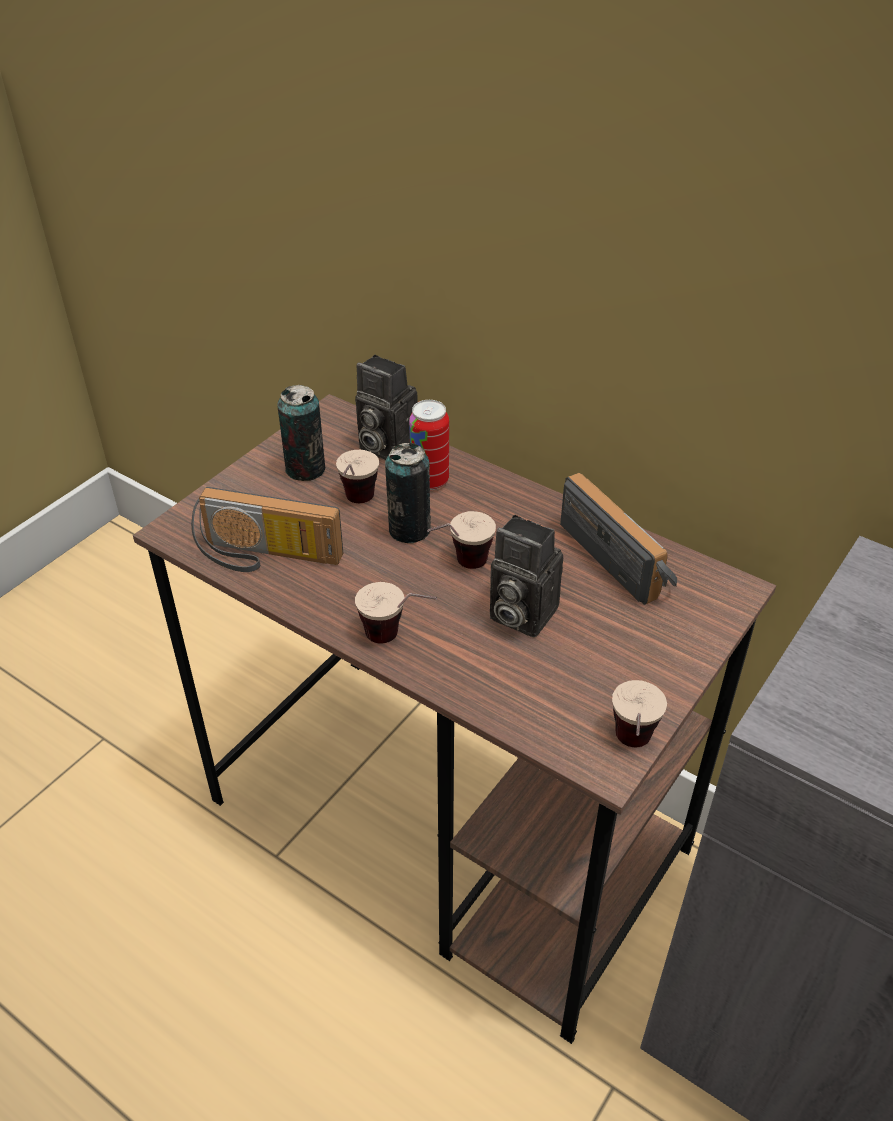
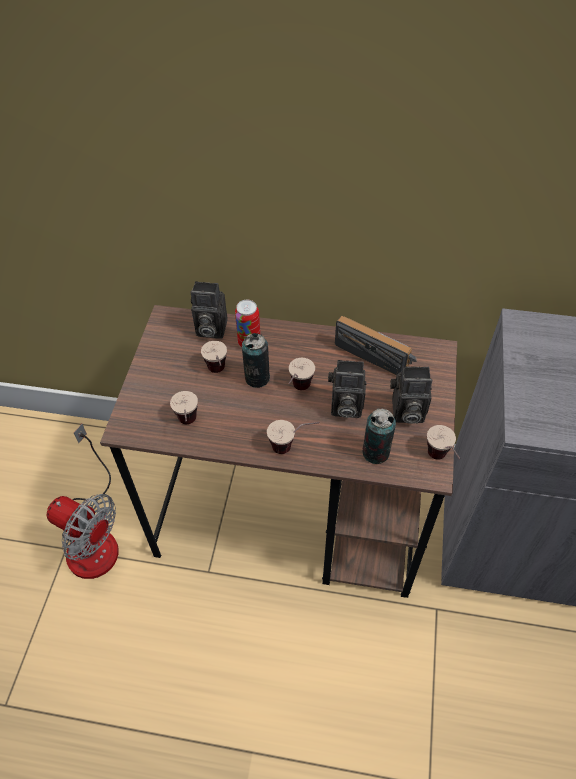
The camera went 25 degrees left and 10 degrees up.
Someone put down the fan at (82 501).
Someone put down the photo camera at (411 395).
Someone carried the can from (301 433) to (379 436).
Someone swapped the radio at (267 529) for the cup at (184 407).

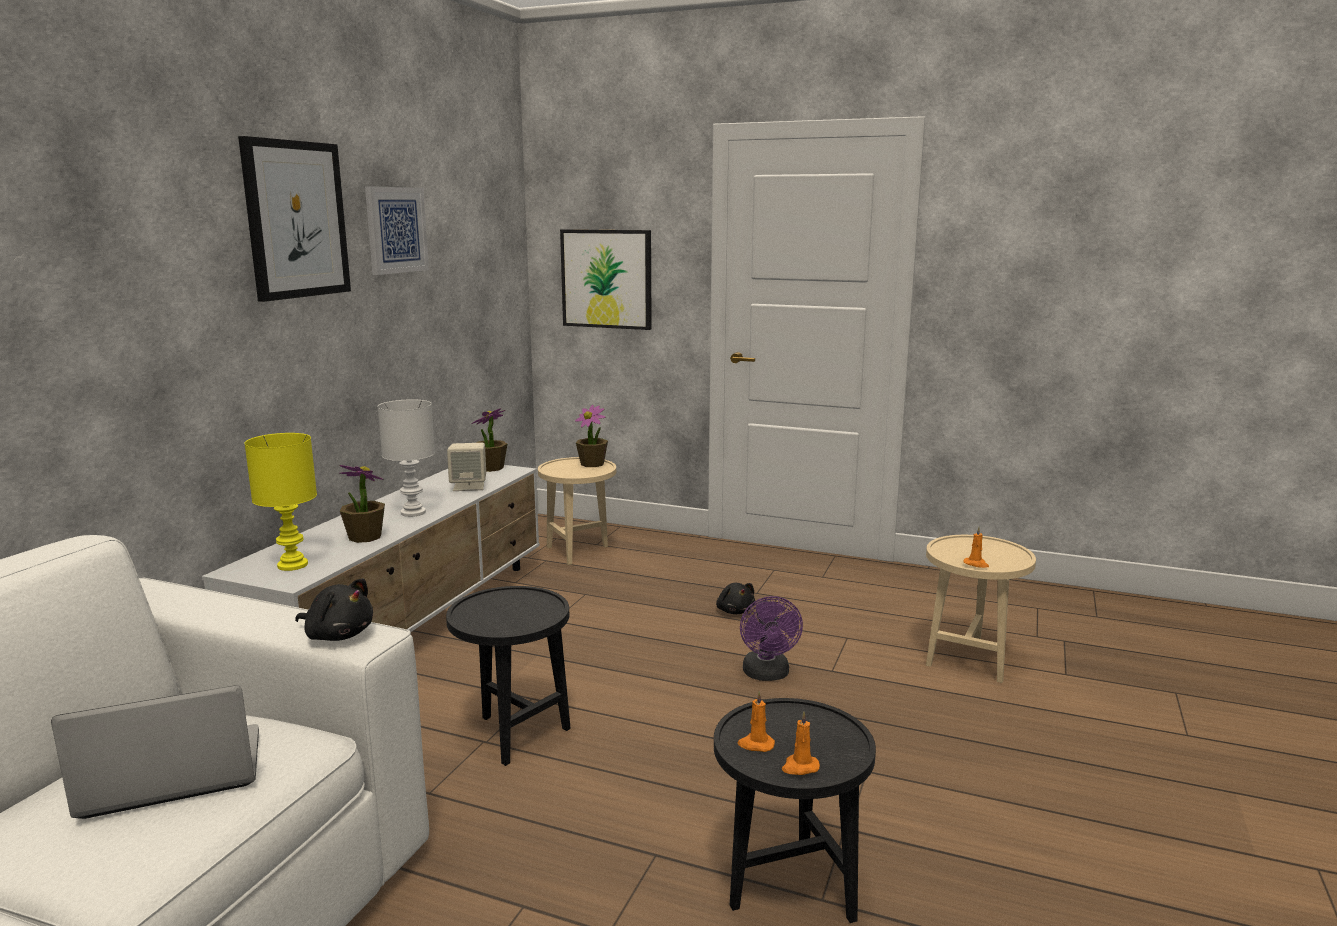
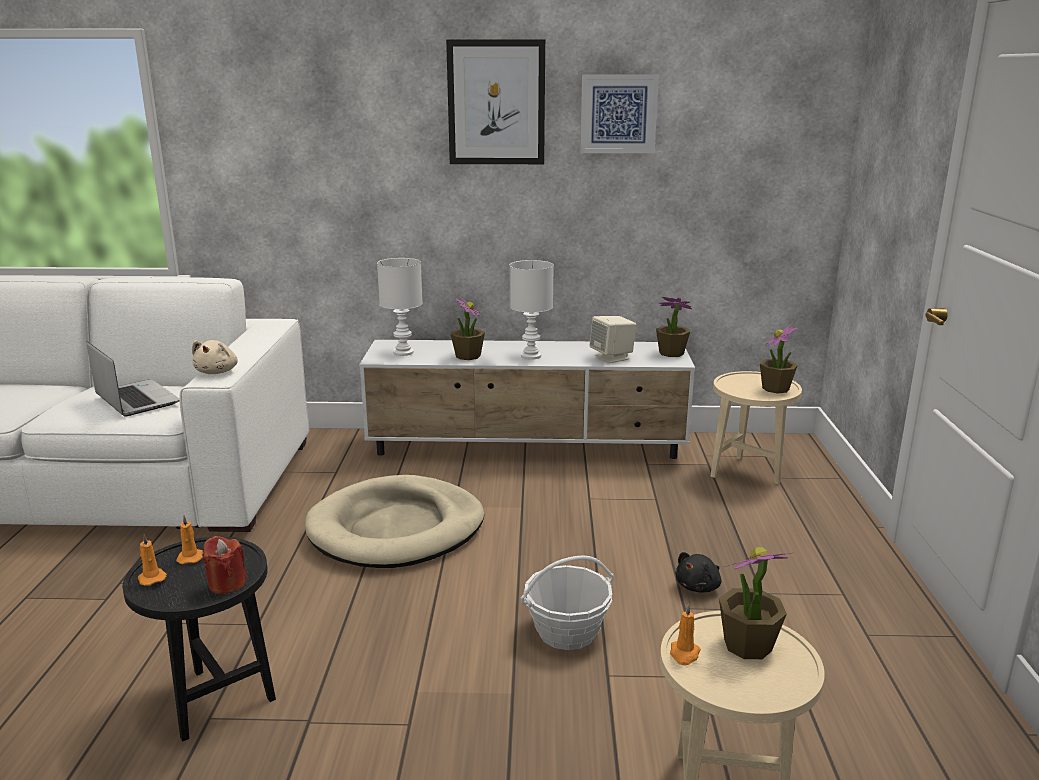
The camera went 70 degrees right and 5 degrees up.
Someone took away the picture at (606 279).
Someone put down the red candle at (225 565).
Someone put down the potted plant at (755 603).
Someone swapped the black side table at (508 676) for the beige dog bed at (394 521).
Someone swapped the purple fan at (771 638) for the basket at (567 602).
Someone repainted the yellow table lamp at (280 502), which became the white table lamp at (400 307).
Someone repainted the black plush toy at (334 609), which became the beige plush toy at (215 357).

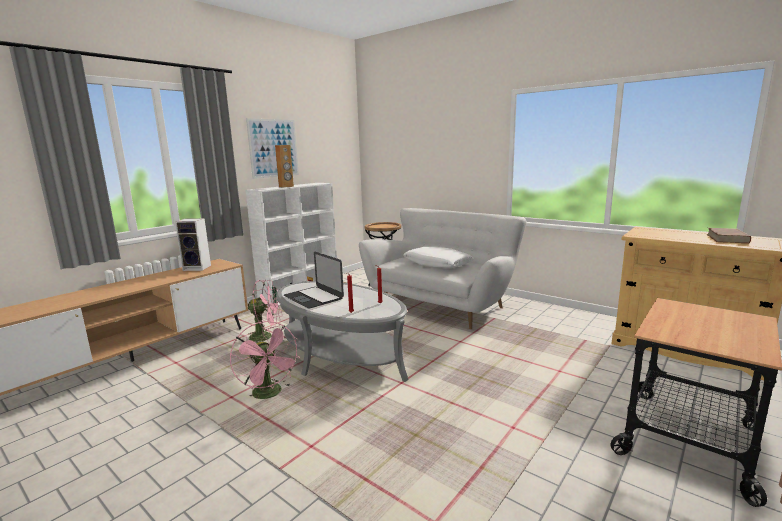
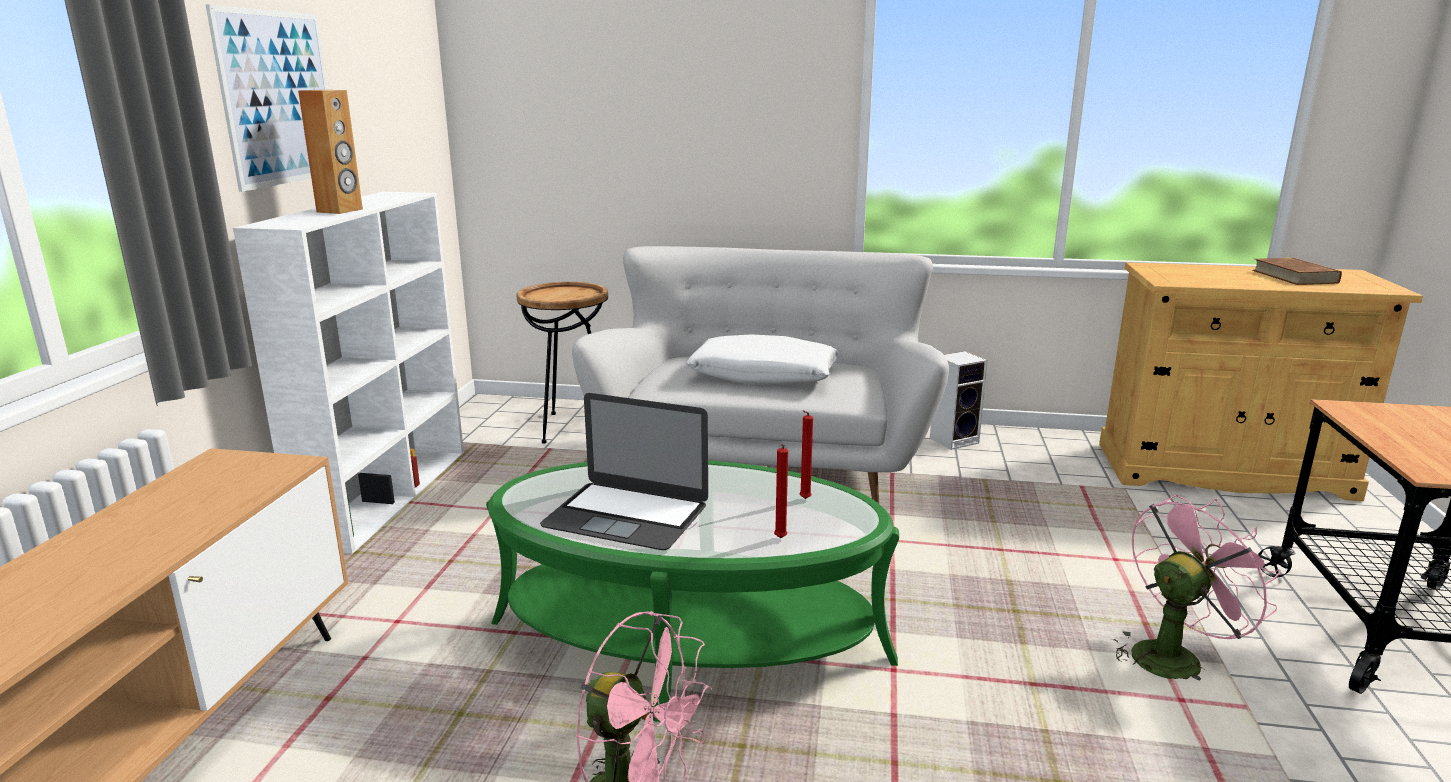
The camera went 30 degrees left and 5 degrees up.
Someone carried the speaker from (193 244) to (959 400).
Someone carried the pink fan from (265 311) to (1197 588).
Someone repainted the grey coffee table at (342 331), which became the green coffee table at (692 591).

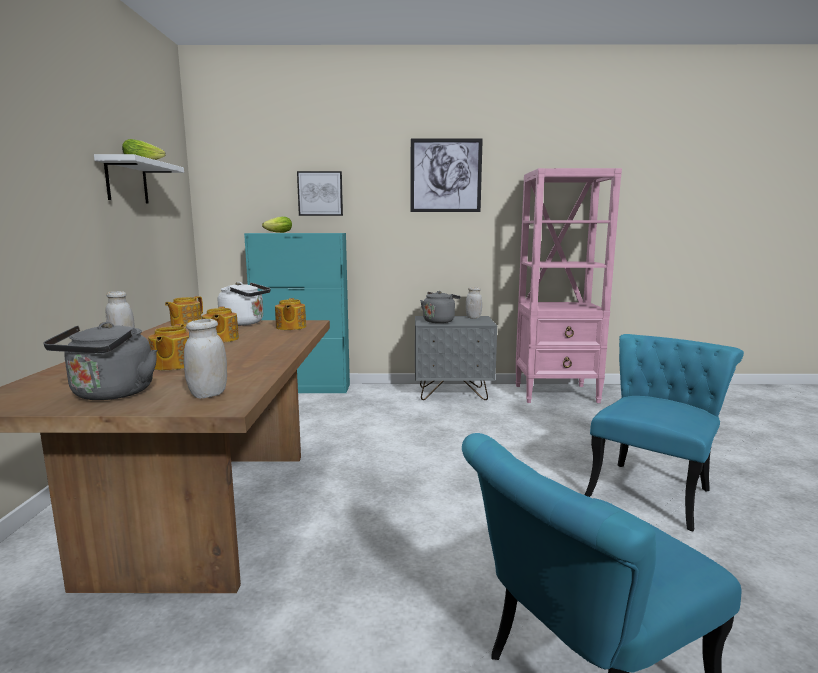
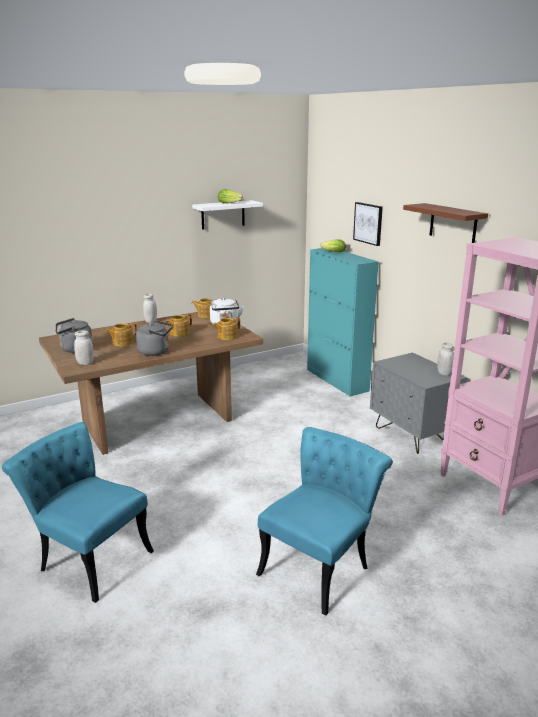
The camera went 60 degrees right and 10 degrees up.
Someone carried the grey kettle from (440 307) to (154 338).
Someone swapped the picture at (447 175) for the brown shelf at (445 223).
Someone rotated the turquoise chair at (664 432) by 60 degrees counterclockwise.

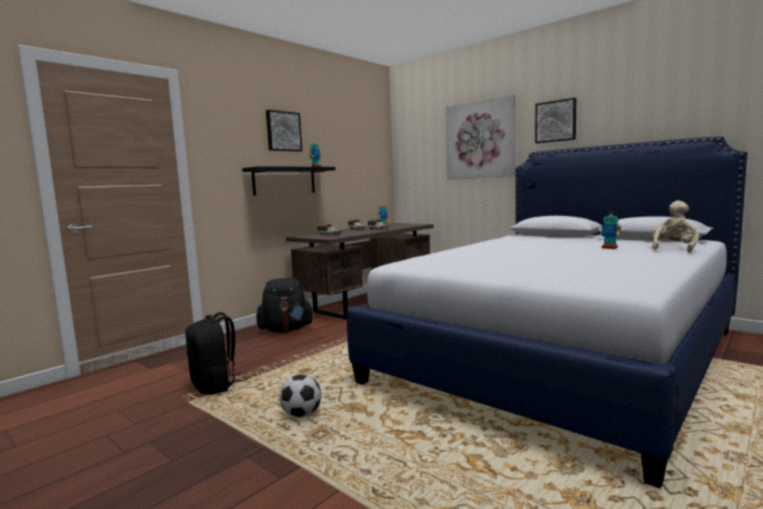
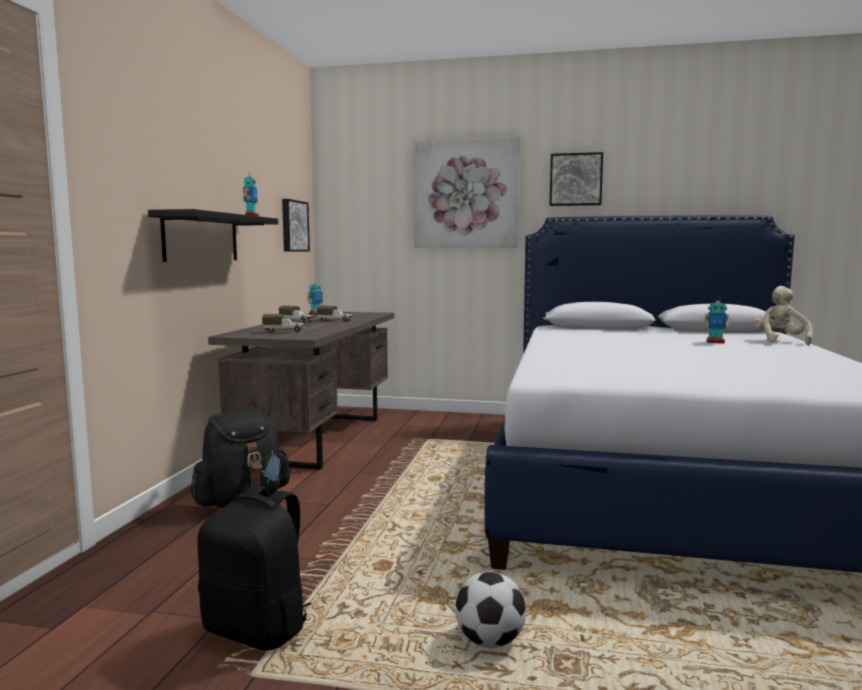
The camera went 30 degrees left and 0 degrees up.
Someone carried the picture from (284 131) to (296 225).

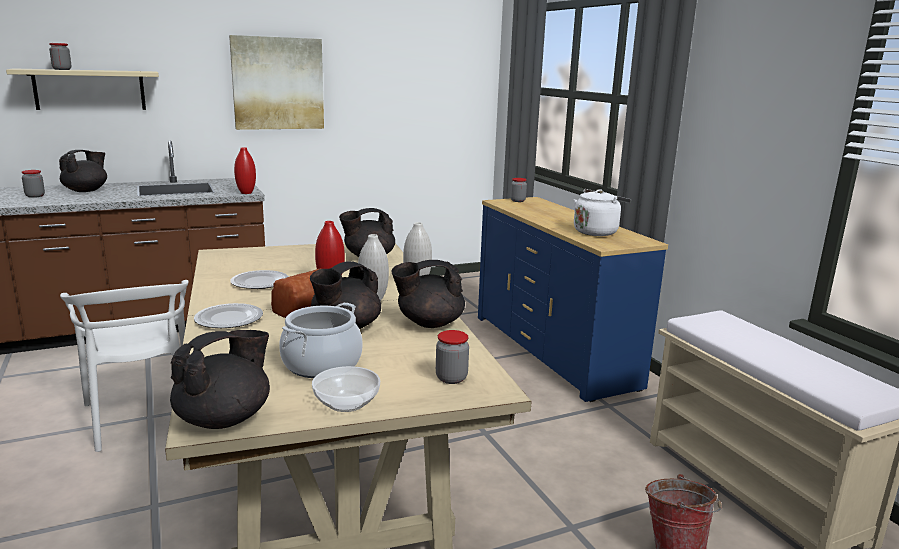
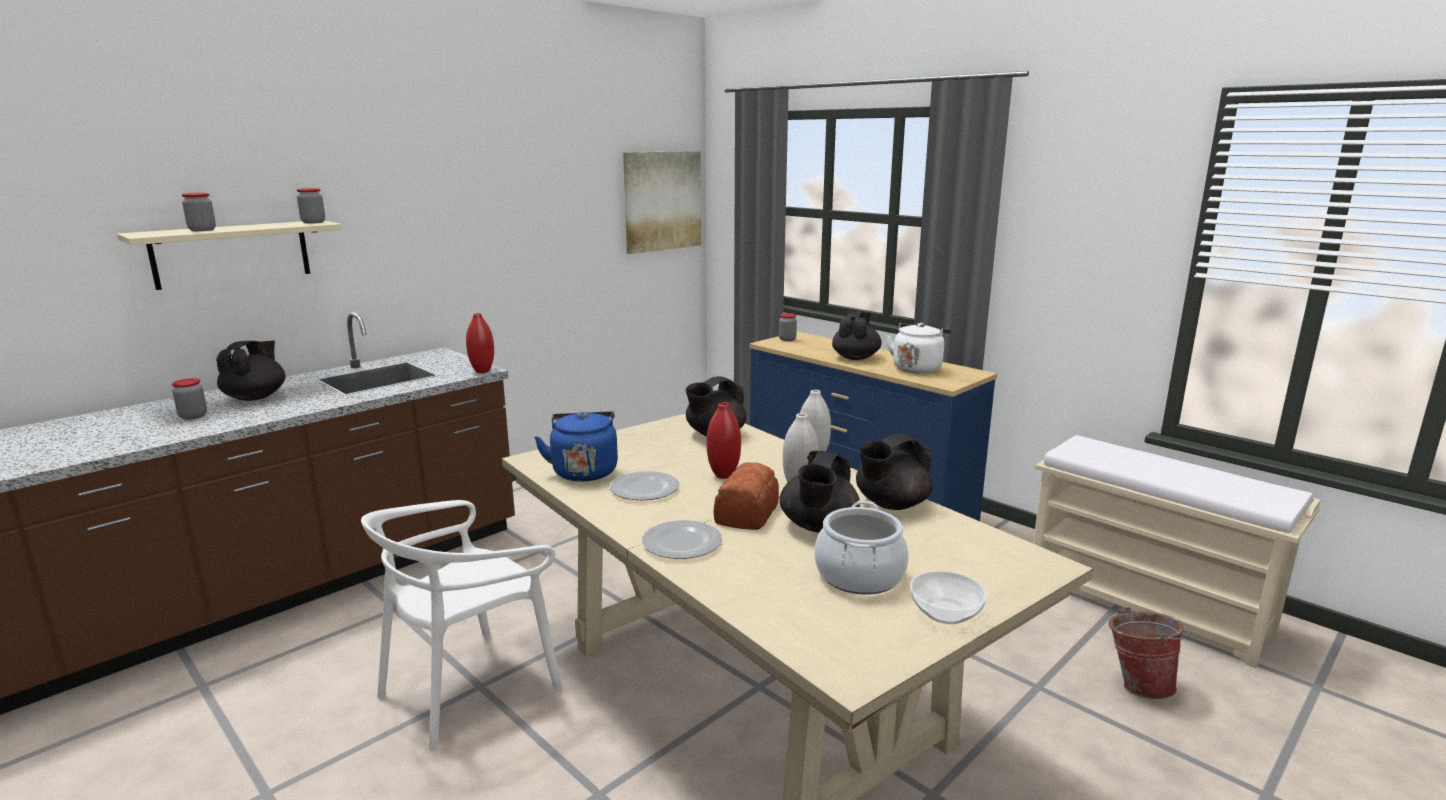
The camera went 20 degrees left and 0 degrees up.
Someone put down the blue kettle at (576 446).
Someone carried the black teapot from (220 379) to (857 335).
Someone carried the picture from (276 82) to (662 202).
Someone carried the jar from (452 357) to (311 206).
Someone rotated the white chair at (124 366) by 90 degrees clockwise.

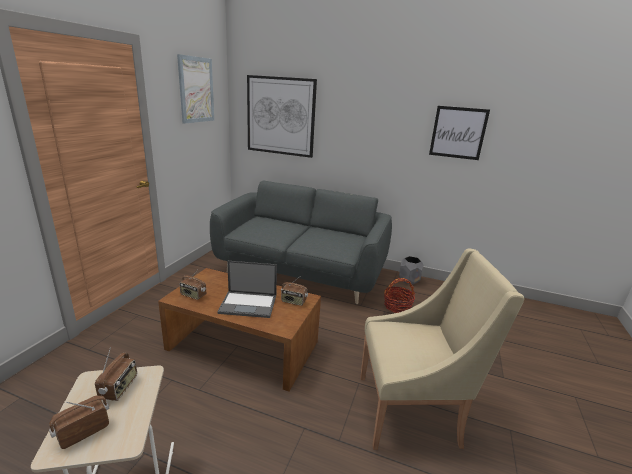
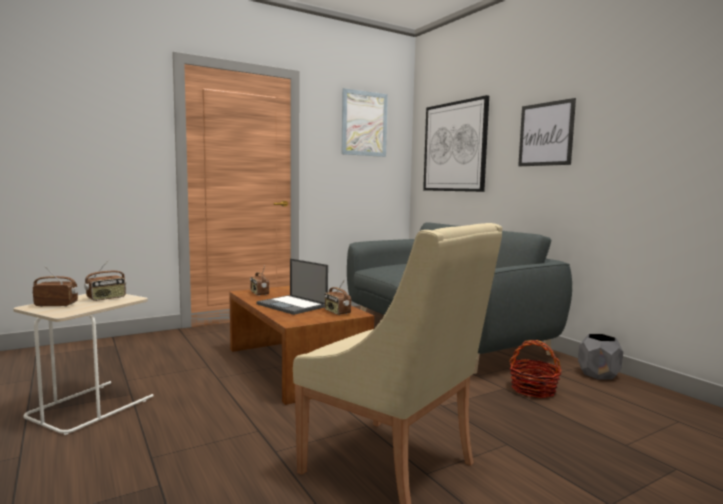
The camera went 40 degrees right and 15 degrees down.
Someone carried the picture from (459 133) to (547 132).

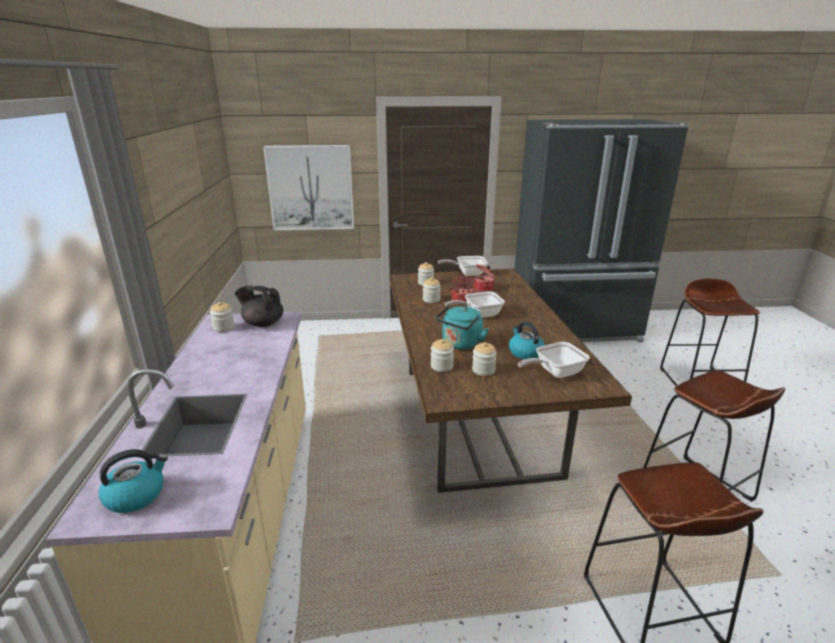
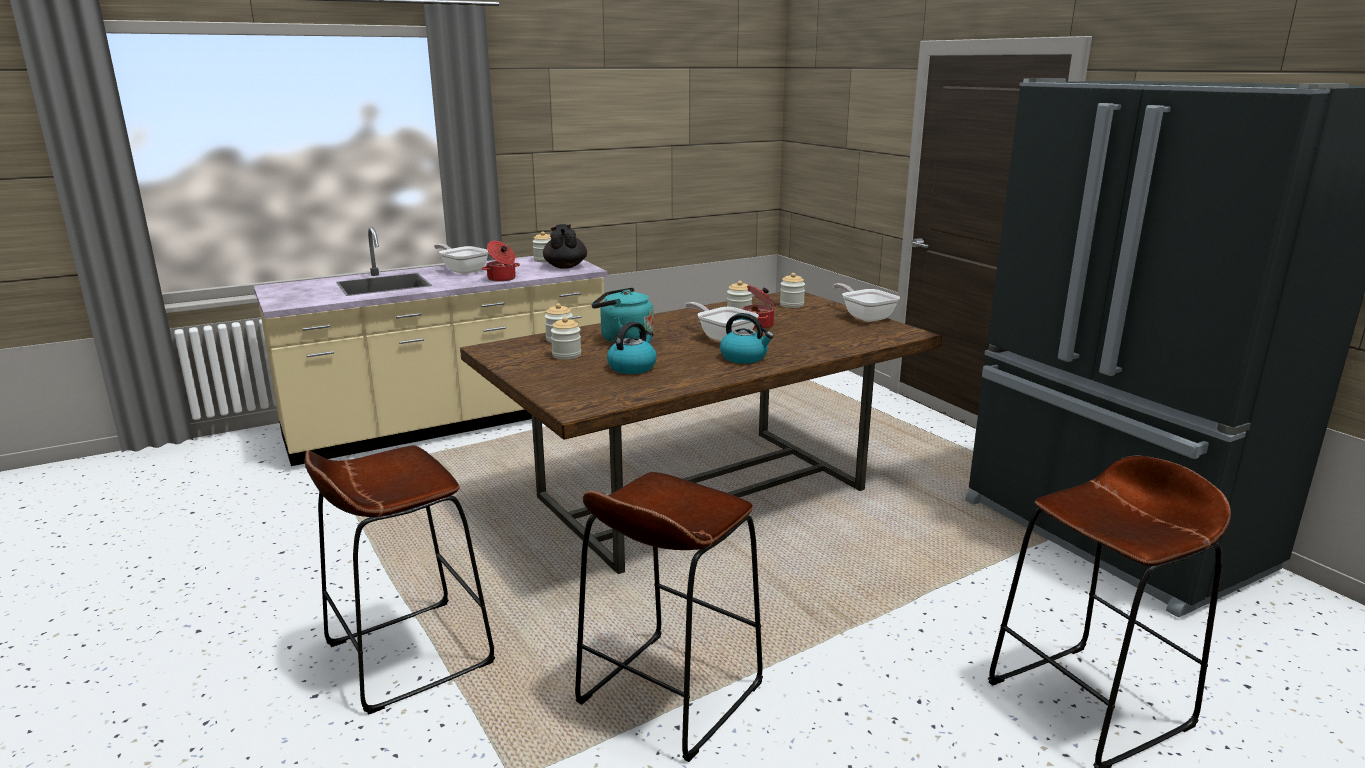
The camera went 65 degrees right and 5 degrees down.
Someone took away the picture at (308 187).
Someone carried the kettle from (133 481) to (747 338).
Someone carried the cooking pot from (484 278) to (501 261).
Someone carried the frying pan from (554 360) to (461 259).

